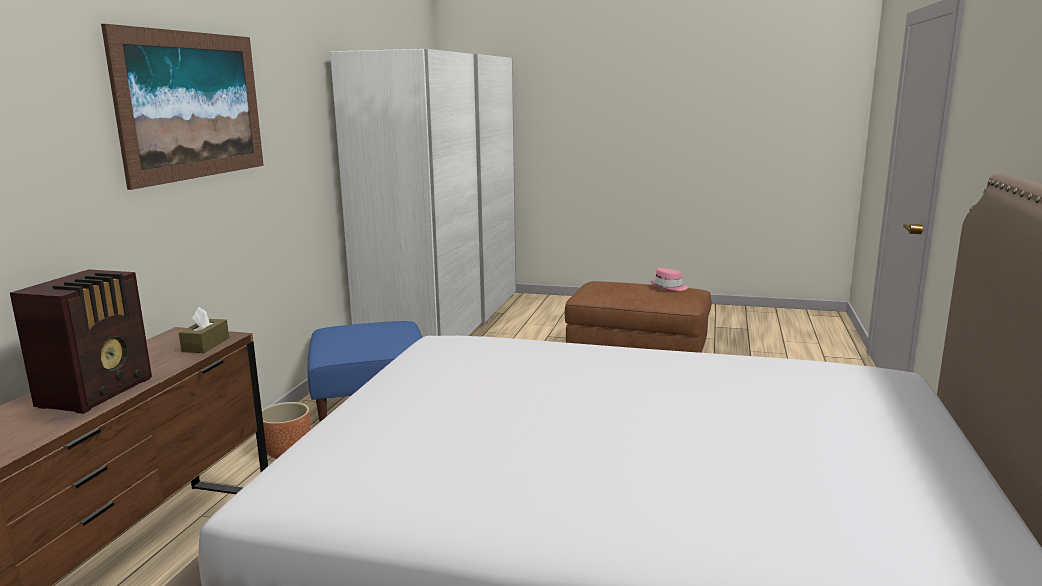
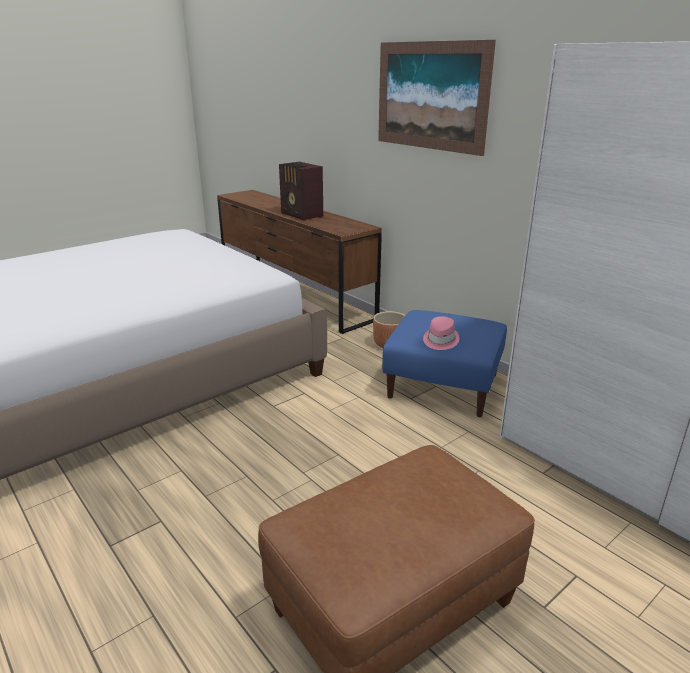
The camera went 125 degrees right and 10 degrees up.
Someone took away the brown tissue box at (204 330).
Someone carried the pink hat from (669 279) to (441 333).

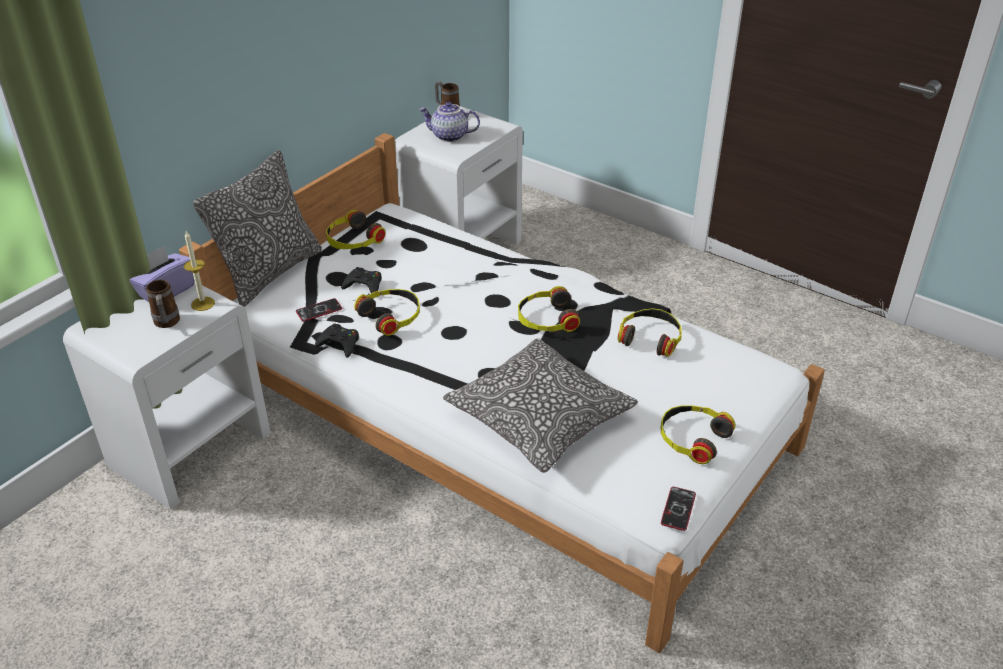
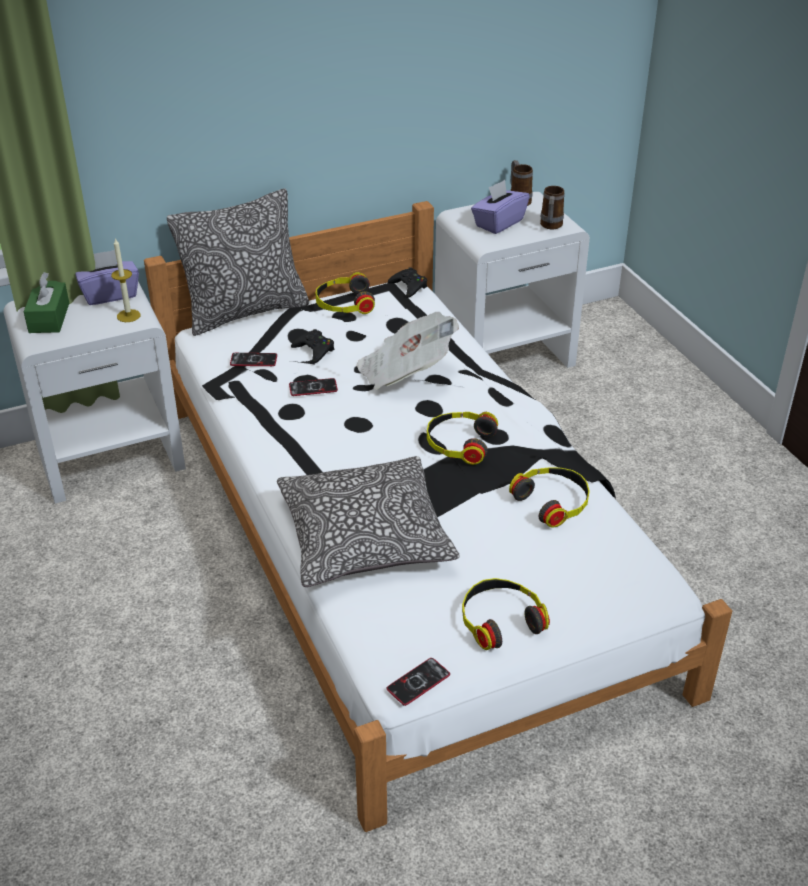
The camera went 30 degrees right and 0 degrees up.
Someone put down the green tissue box at (46 302).
Someone put down the newspaper at (407 351).
Someone carried the mug from (163 303) to (552 207).
Someone carried the black game controller from (337 340) to (407 282).
Someone swapped the headphones at (387 312) for the phone at (313 387).
Someone swapped the teapot at (449 122) for the purple tissue box at (500 207).

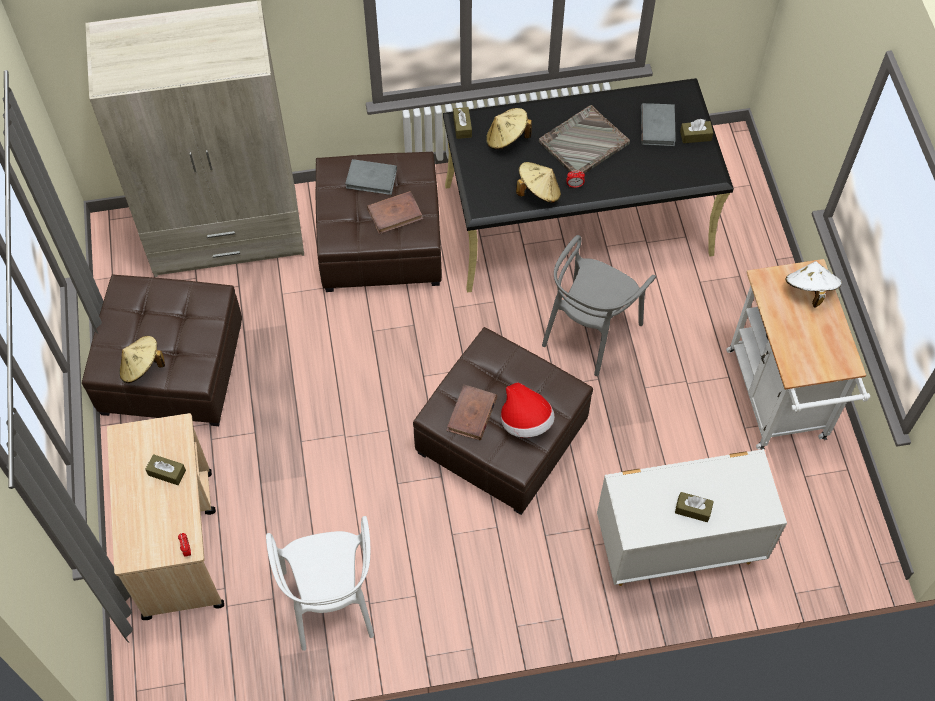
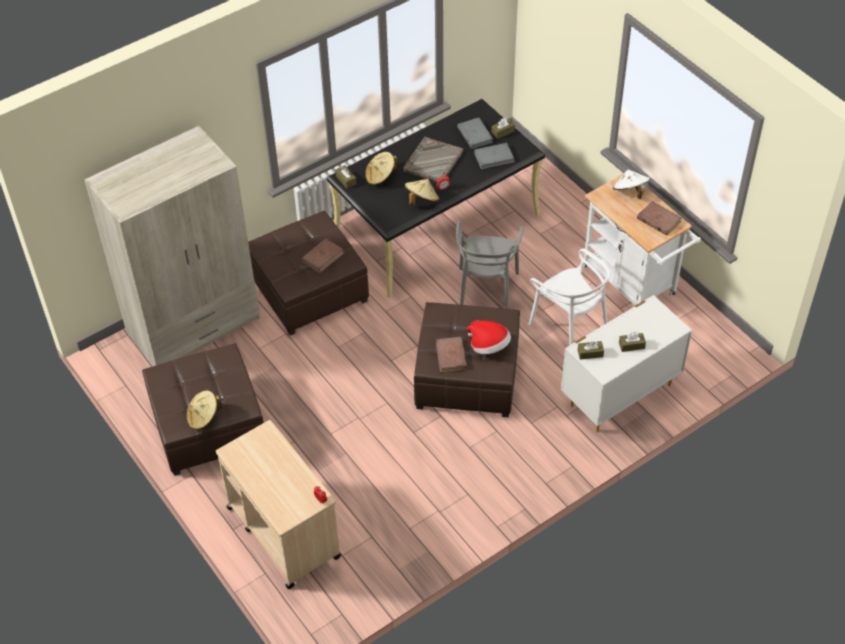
The camera went 25 degrees left and 10 degrees down.
Someone put down the brown book at (659 218).
Someone carried the brown tissue box from (165 469) to (591 350).
Someone carried the white chair from (320 583) to (570 296).
Someone carried the grey book from (371 177) to (494 156).

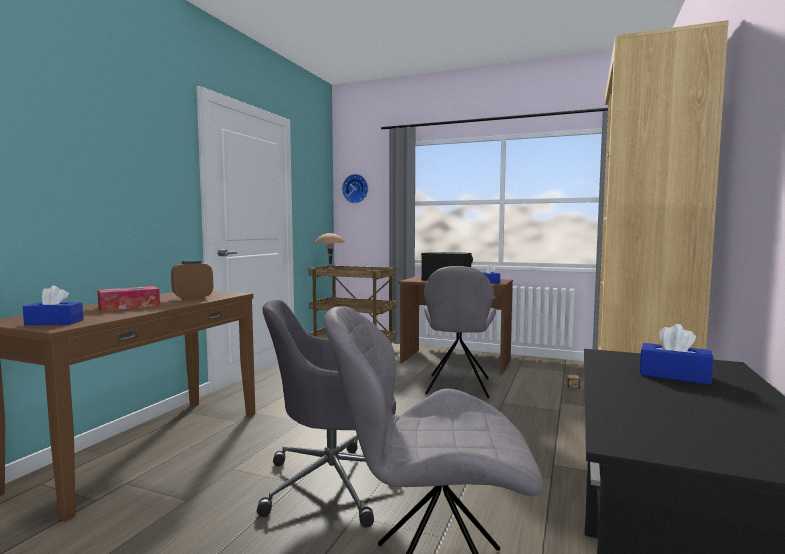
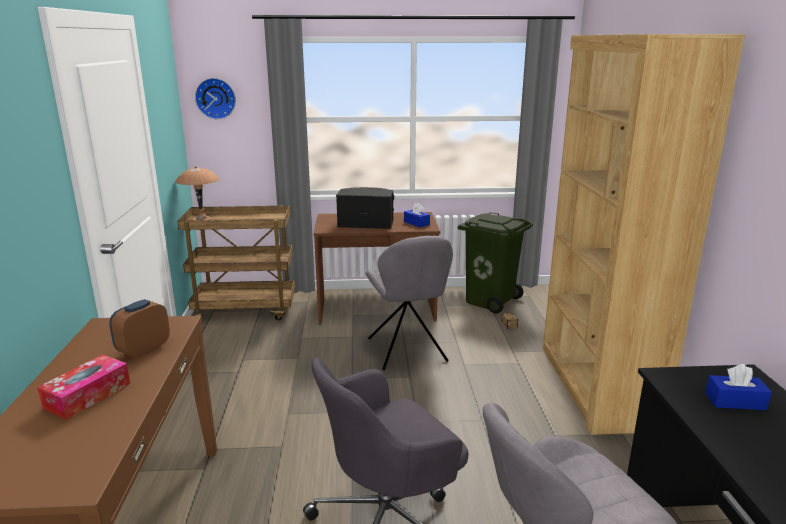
The camera went 25 degrees left and 15 degrees up.
Someone took away the blue tissue box at (53 305).
Someone put down the green trash can at (495 263).

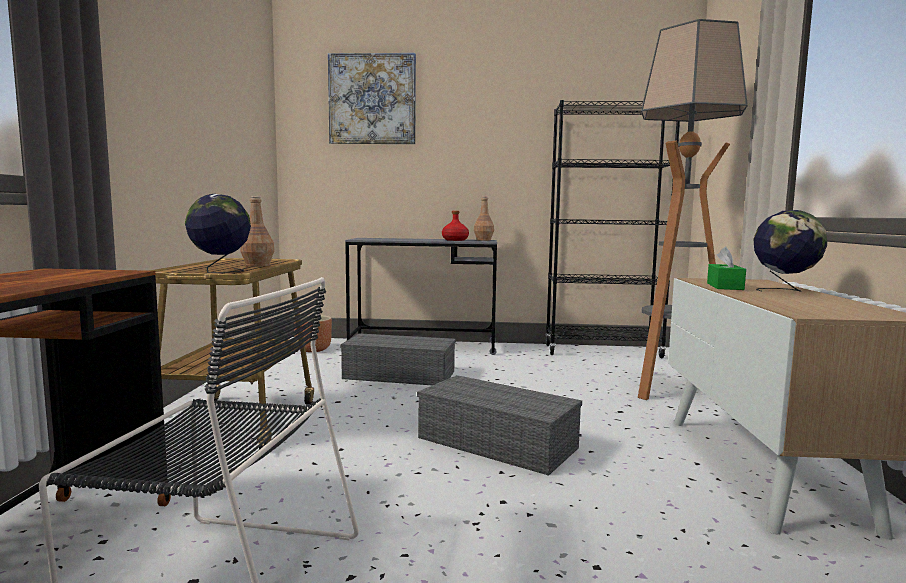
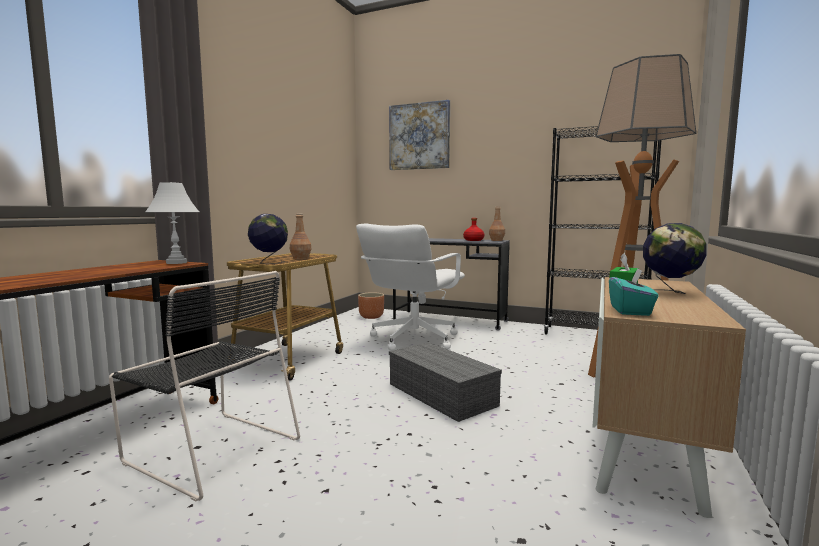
The camera went 20 degrees right and 0 degrees up.
Someone put down the white table lamp at (172 223).
Someone put down the turquoise tissue box at (633 292).
Someone swapped the grey storage box at (398 359) for the white office chair at (410 287).

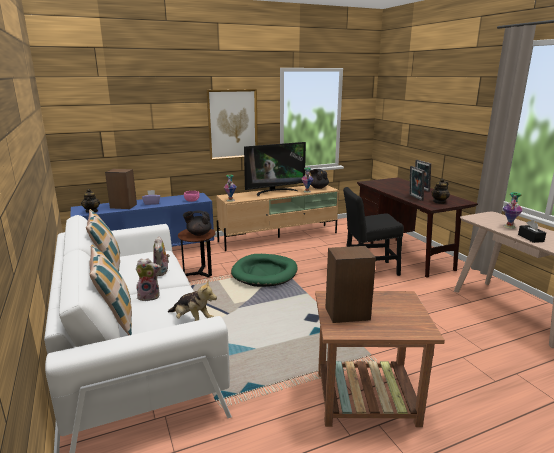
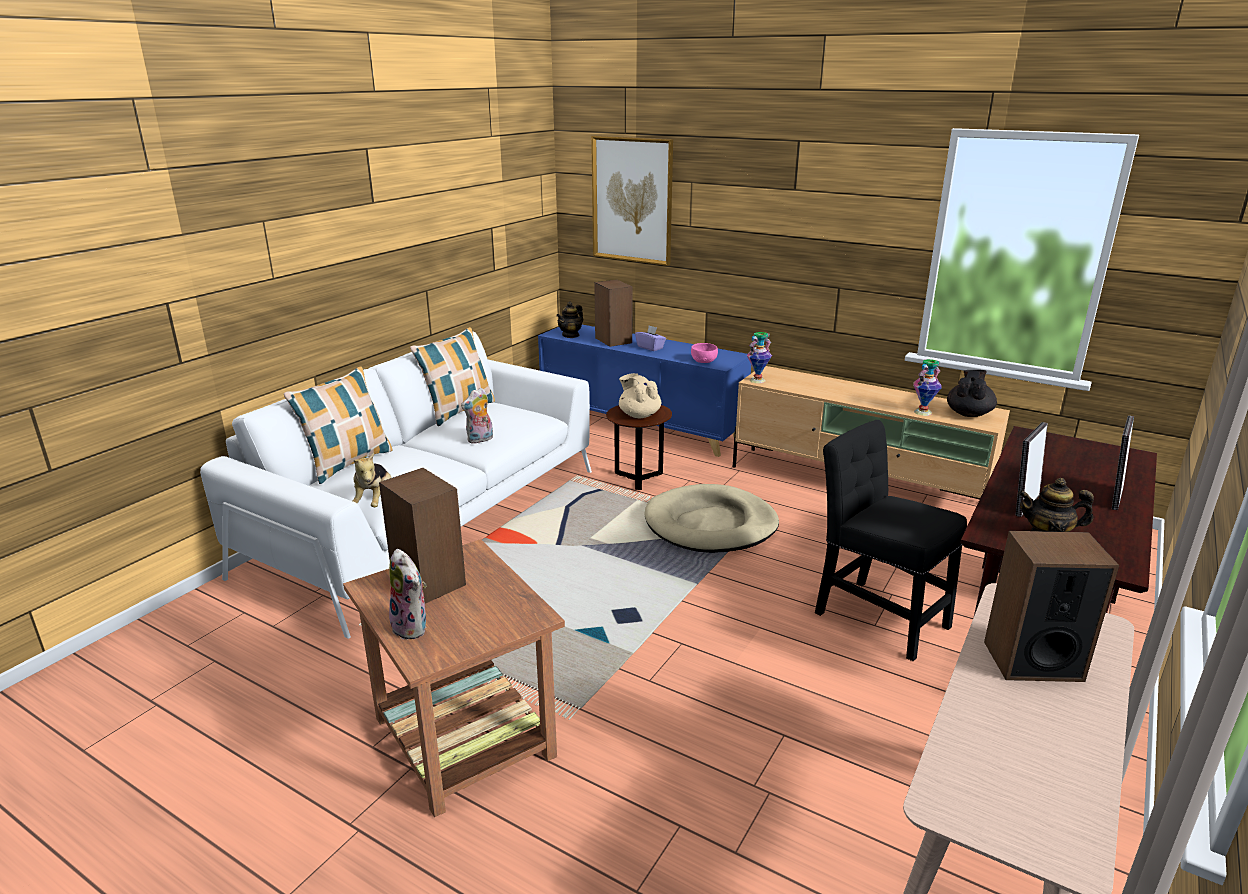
The camera went 55 degrees right and 5 degrees up.
Someone took away the television at (275 169).
Someone took away the black tissue box at (532 231).
Someone carried the plush toy from (148 279) to (408 594).
Someone carried the picture from (232 124) to (632 201).
Someone swapped the vase at (513 210) for the speaker at (1051 606).
Someone repainted the black teapot at (197 223), which became the beige teapot at (640 395).
Someone repainted the green dog bed at (264 270), which became the beige dog bed at (711 518).

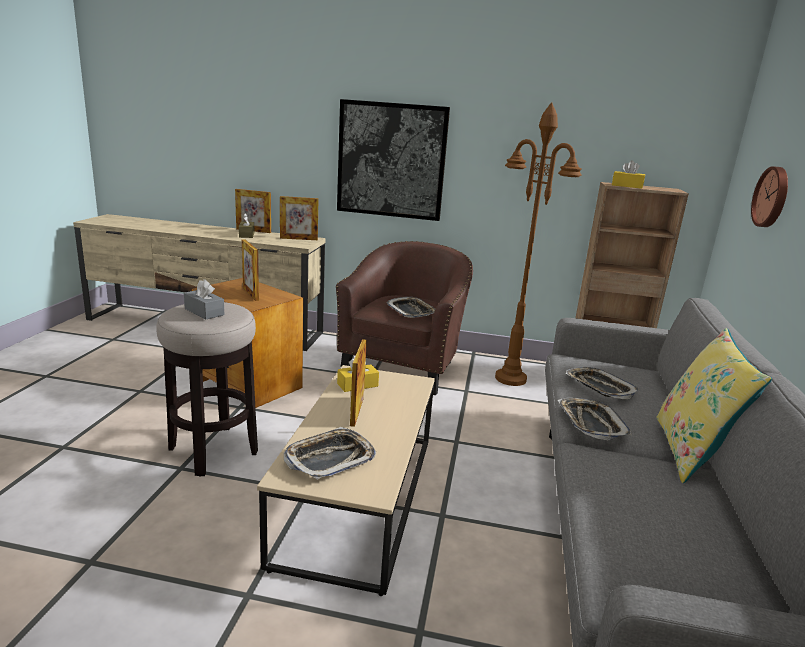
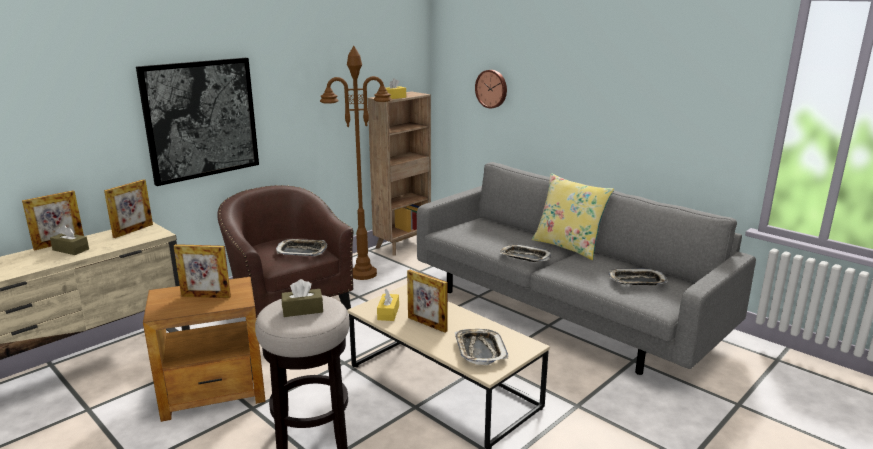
The camera went 55 degrees left and 0 degrees up.
Someone carried the tray from (602 383) to (638 276).
Someone repainted the grey tissue box at (204 299), which became the brown tissue box at (302 298).

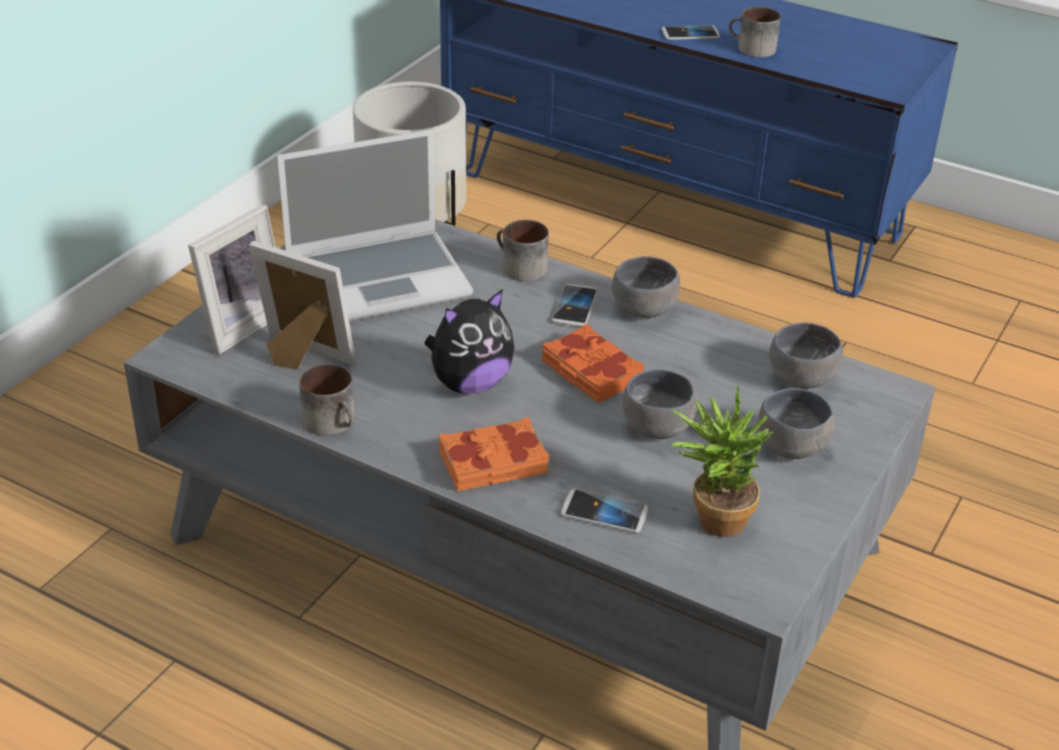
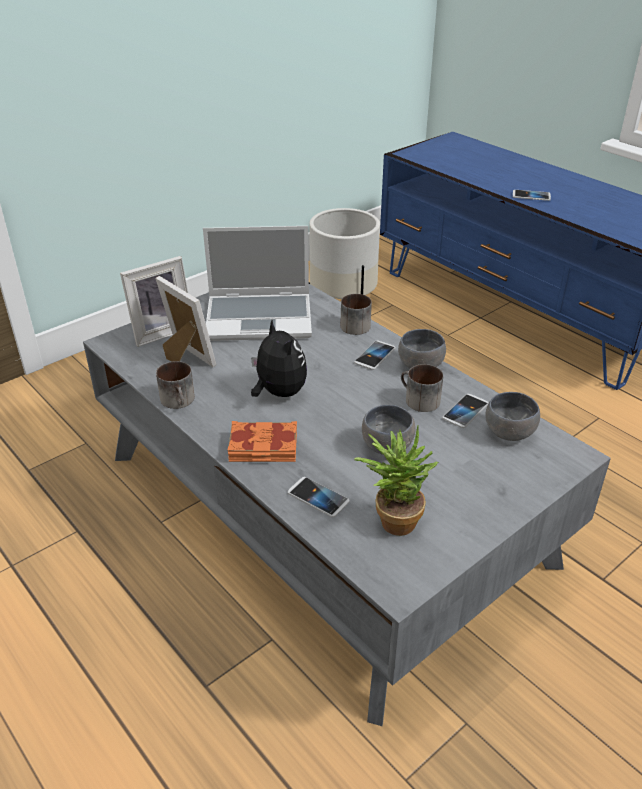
The camera went 20 degrees right and 0 degrees up.
Someone took away the orange book at (593 363).
Someone took away the grey bowl at (796 423).
Someone put down the phone at (465 411).
Someone carried the mug from (755 32) to (422 388).
Someone rotated the plush toy at (469 341) by 105 degrees counterclockwise.

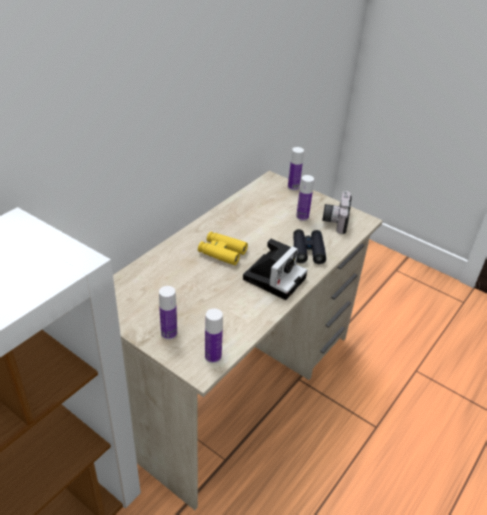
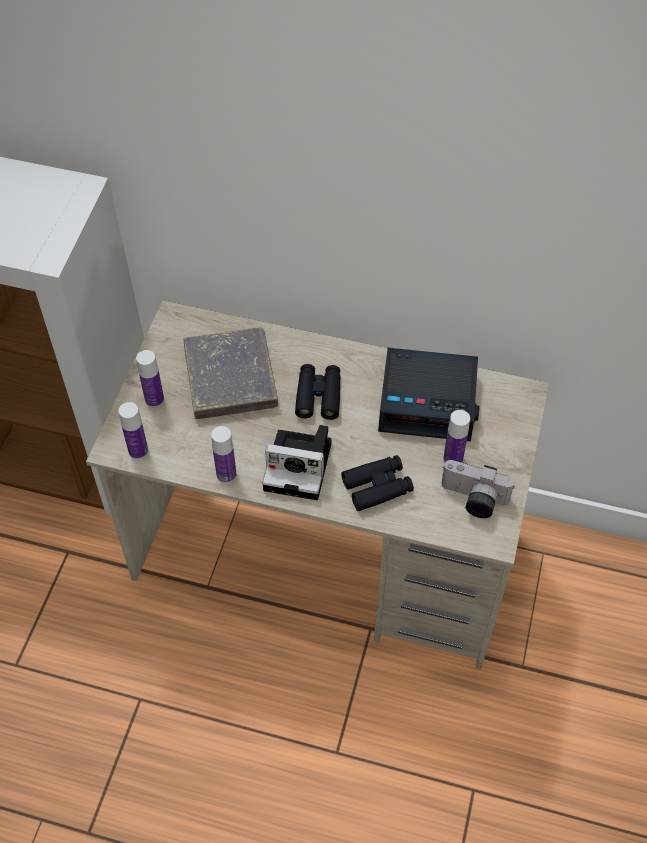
The camera went 70 degrees right and 15 degrees up.
Someone put down the grey book at (231 373).
Someone put down the alarm clock at (428 394).
Someone carried the bottle from (296 169) to (223 454).
Someone repainted the yellow binoculars at (223 248), which became the black binoculars at (318 392).
Someone rotated the photo camera at (337 212) by 150 degrees counterclockwise.

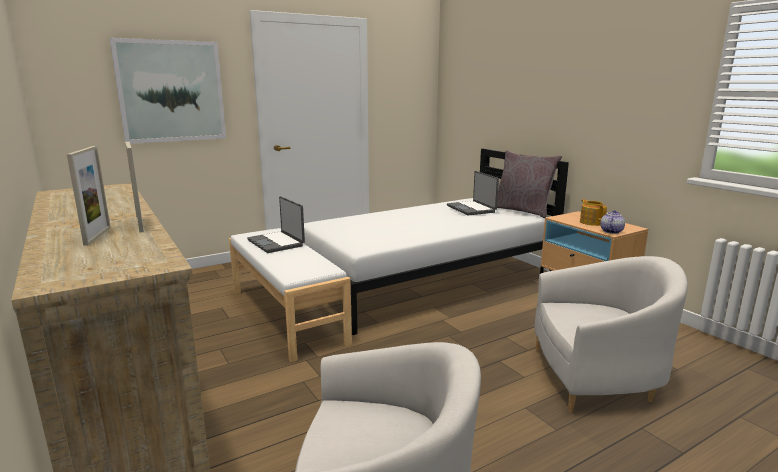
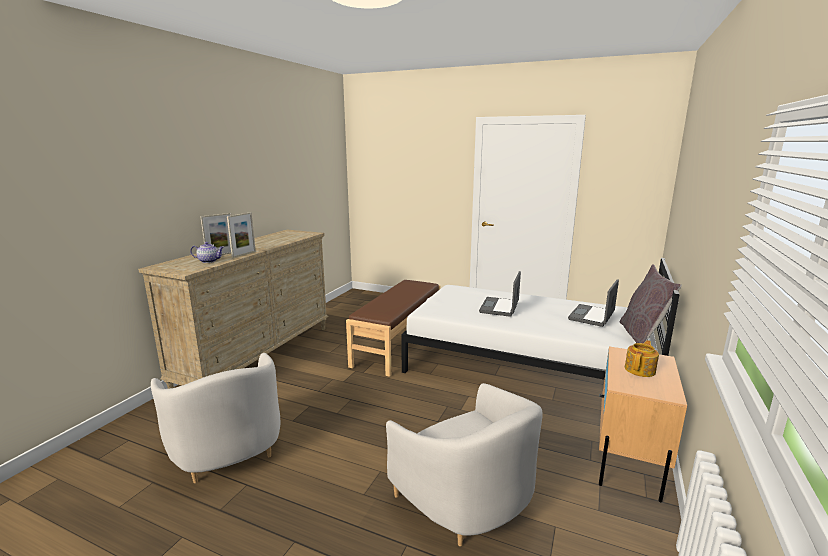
The camera went 55 degrees right and 0 degrees up.
Someone took away the picture at (168 91).
Someone carried the laptop from (276 224) to (500 294).
Someone carried the teapot from (612 222) to (207 252).
Someone repainted the white bench at (290 295), which became the brown bench at (393 328).

